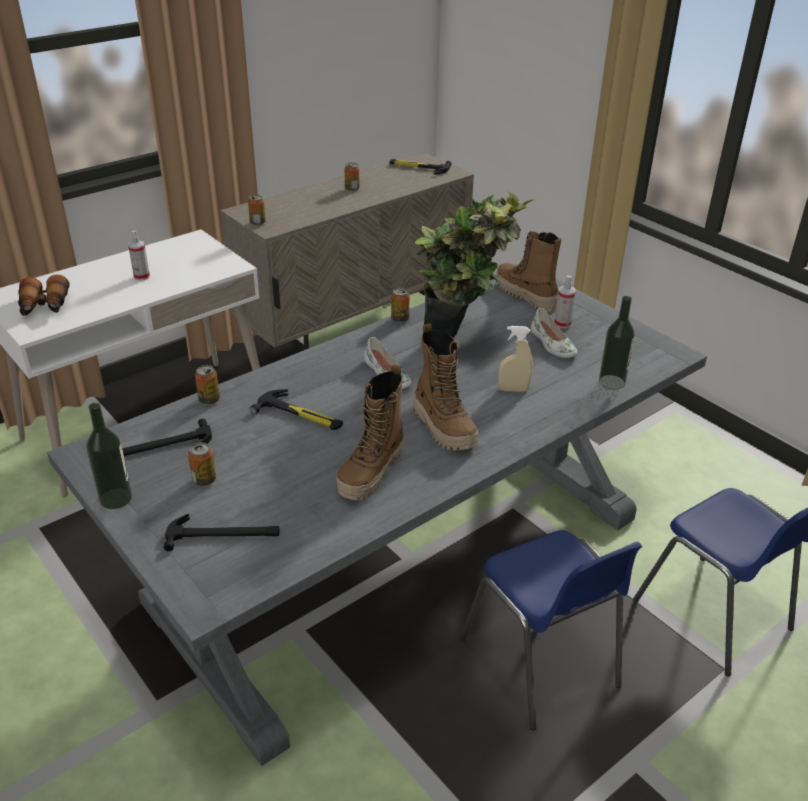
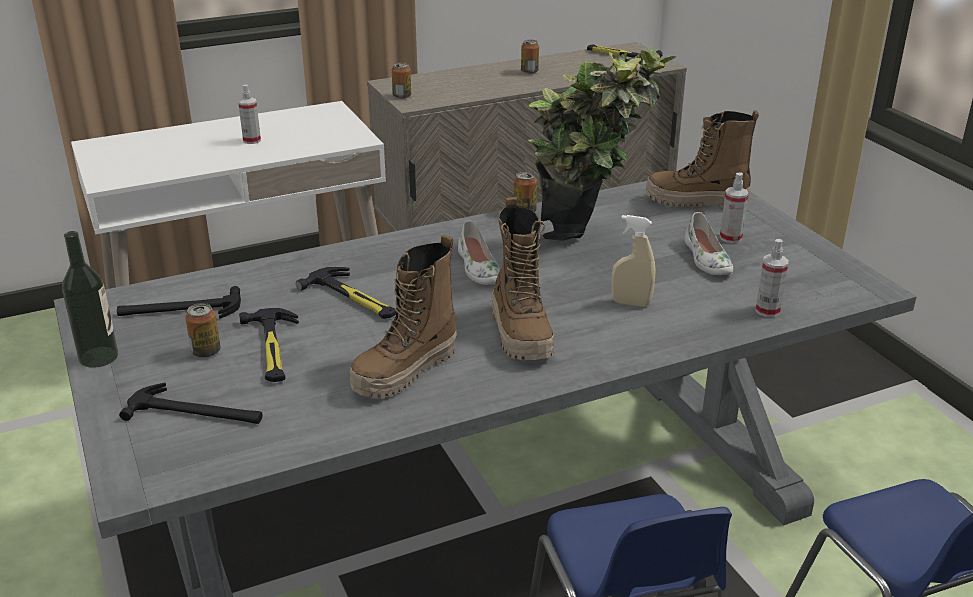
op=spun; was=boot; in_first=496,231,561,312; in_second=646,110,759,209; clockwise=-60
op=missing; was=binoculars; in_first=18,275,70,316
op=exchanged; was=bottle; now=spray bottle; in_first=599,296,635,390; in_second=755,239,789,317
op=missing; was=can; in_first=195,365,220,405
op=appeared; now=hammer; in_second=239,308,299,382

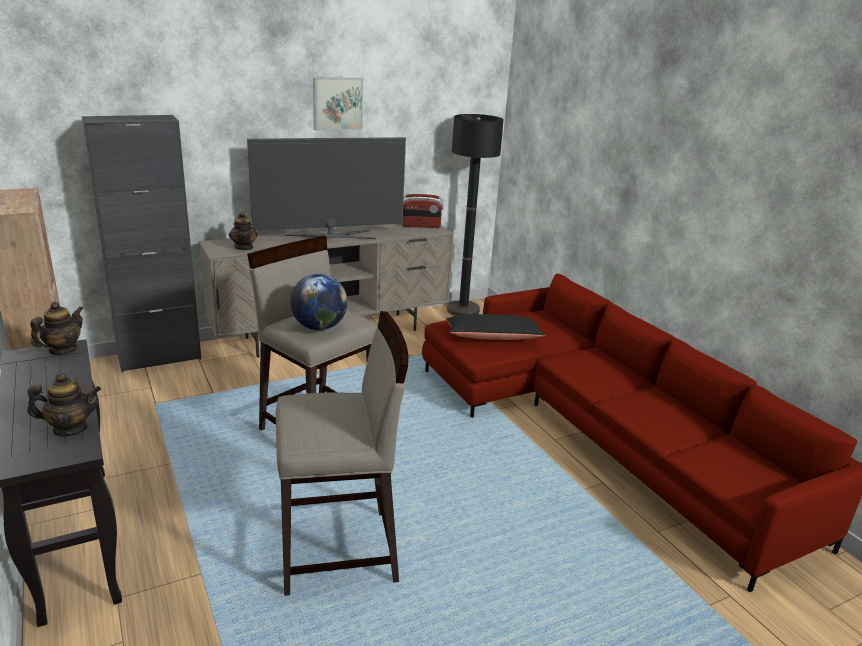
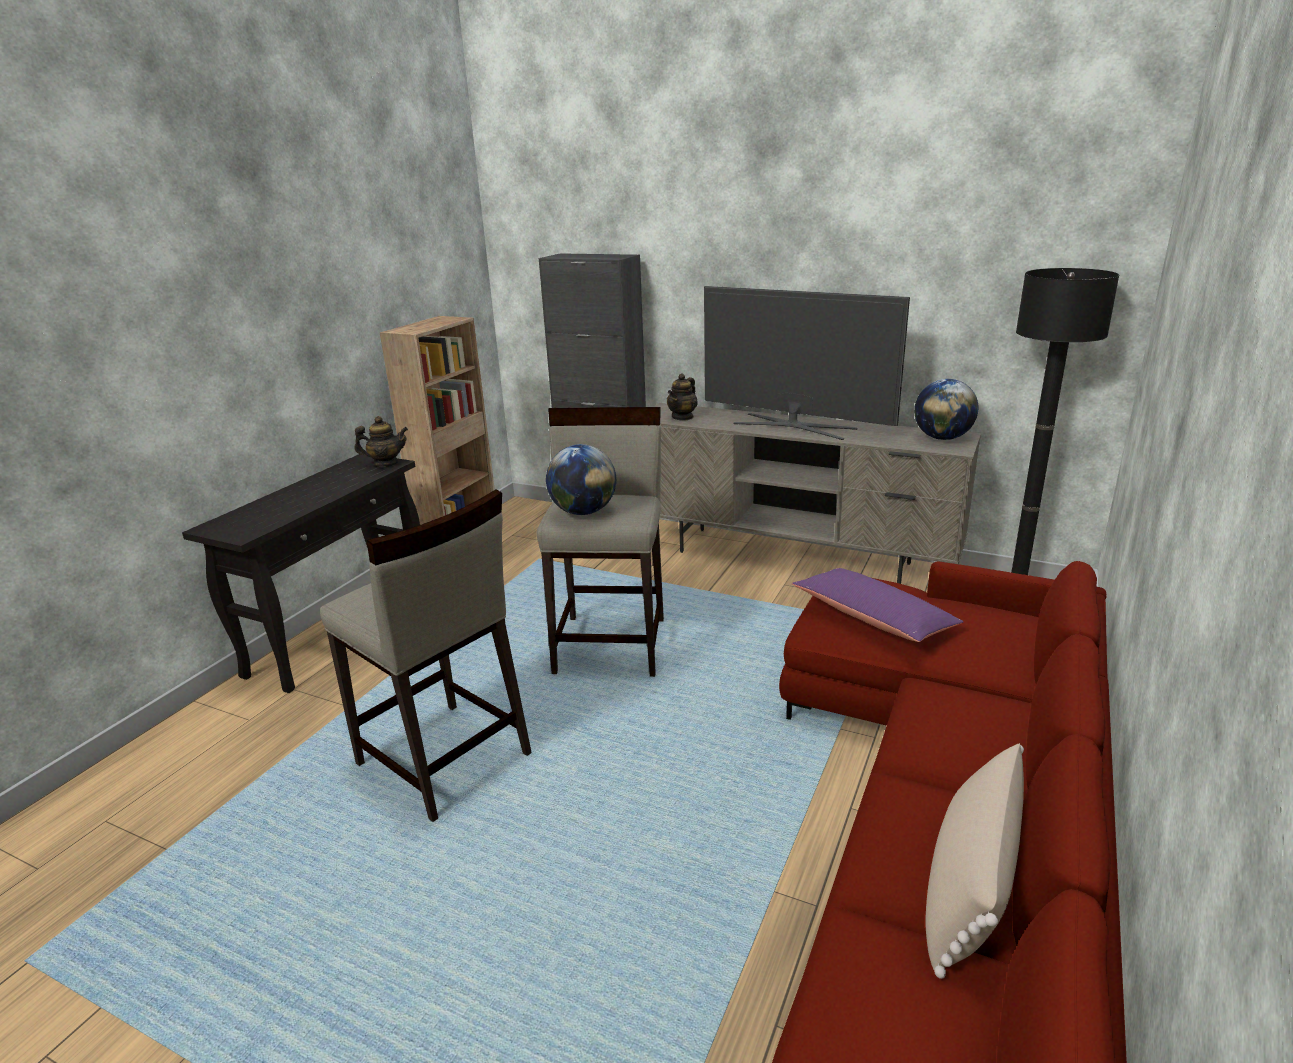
op=missing; was=picture; in_first=313,77,363,131
op=exchanged; was=radio; now=globe; in_first=402,194,443,228; in_second=914,379,978,440
op=colour; was=black pillow; now=purple pillow; in_first=446,314,546,340; in_second=792,568,963,642
op=missing; was=teapot; in_first=27,373,101,437
op=appeared; now=beige pillow; in_second=926,743,1024,979

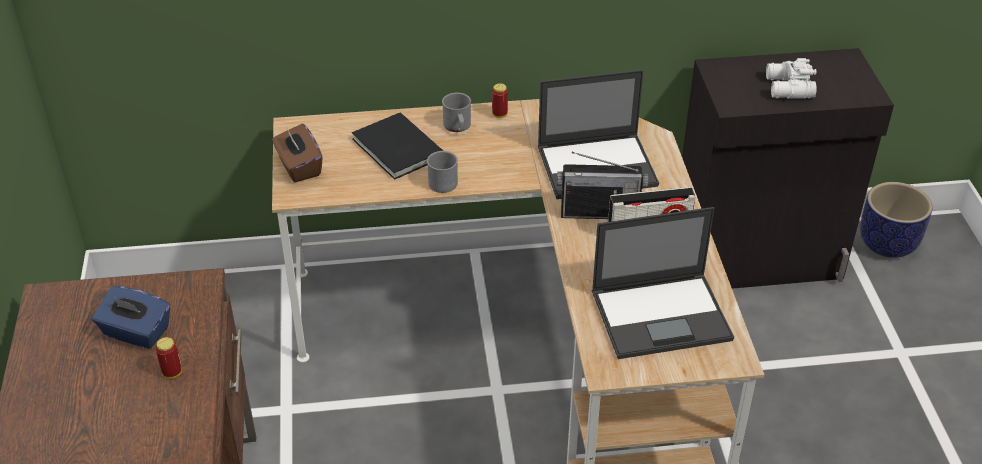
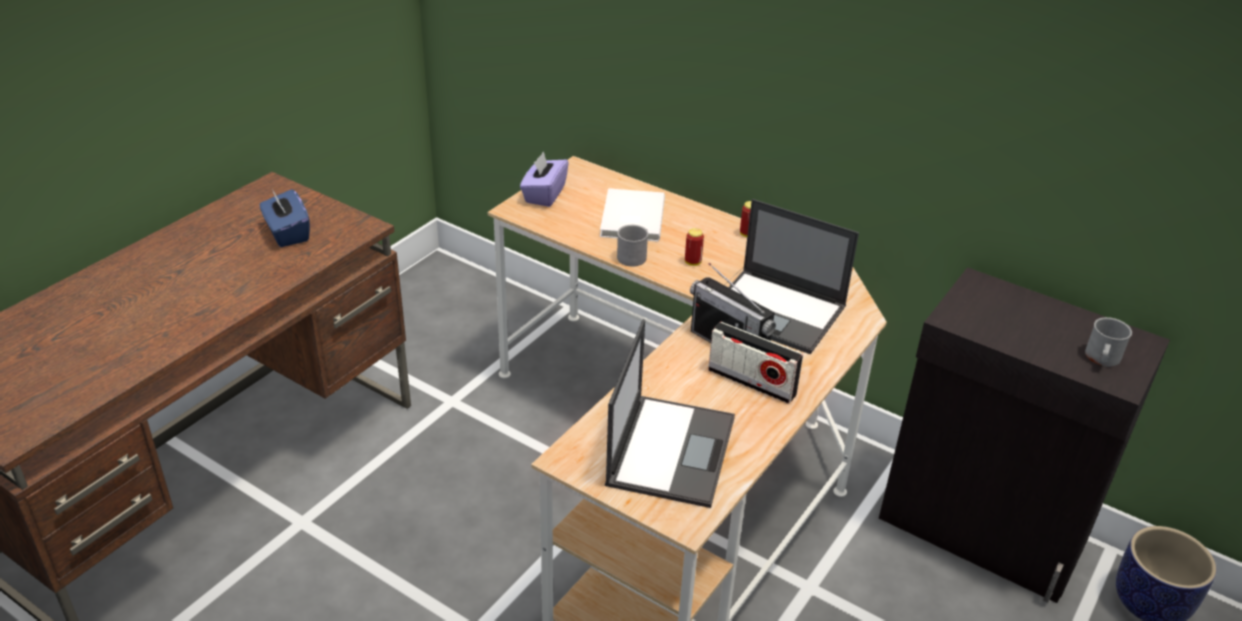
op=missing; was=white binoculars; in_first=766,58,817,98
op=relocated; was=grey mug; in_first=442,93,471,132; in_second=1085,317,1132,367
op=colour; was=black book; now=white book; in_first=352,112,443,180; in_second=600,188,665,242
op=colour; was=brown tissue box; now=purple tissue box; in_first=272,124,323,182; in_second=520,151,569,207
op=spun; was=laptop; in_first=592,207,734,359; in_second=605,319,735,508; clockwise=-105
op=relocated; was=can; in_first=156,337,182,379; in_second=685,228,704,266

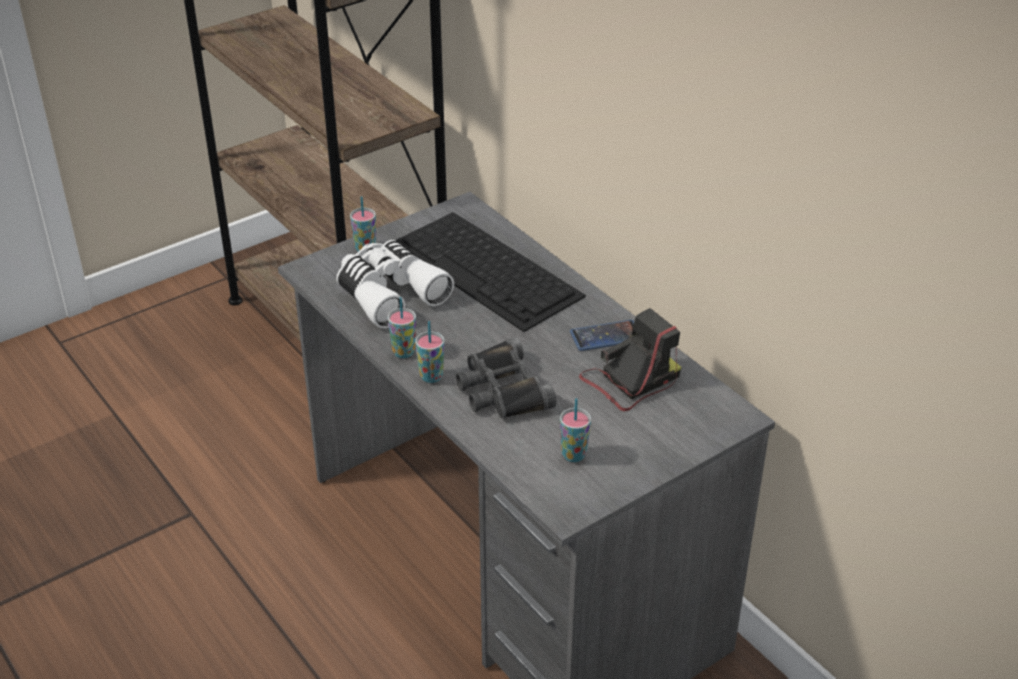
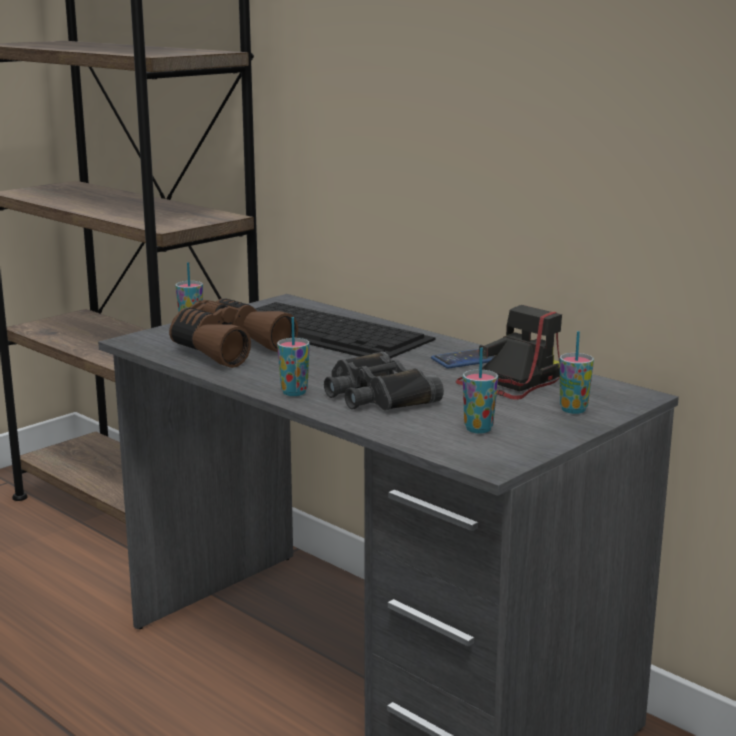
op=colour; was=white binoculars; now=brown binoculars; in_first=337,240,454,329; in_second=169,298,298,368
op=relocated; was=cup; in_first=388,297,416,358; in_second=560,331,594,414

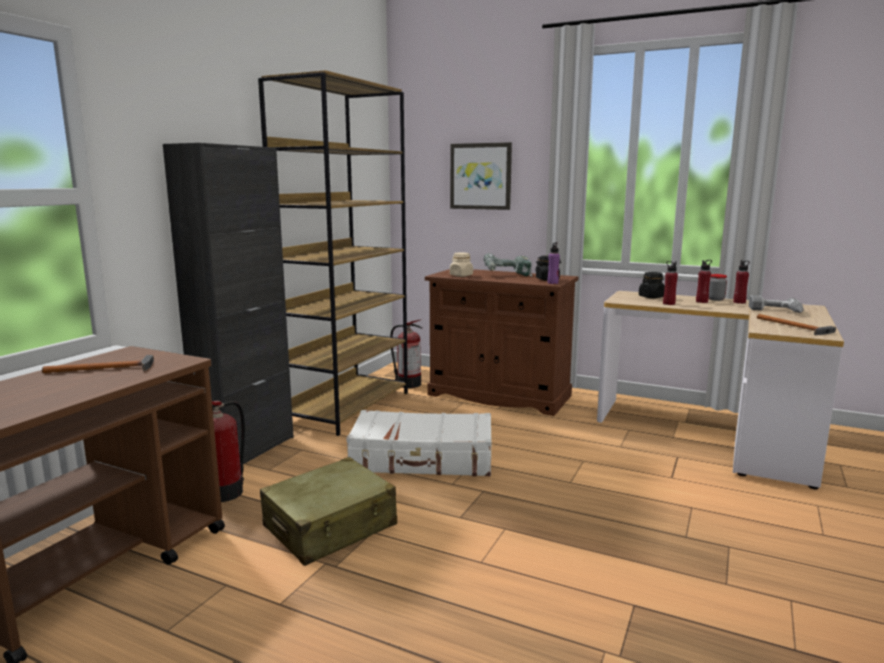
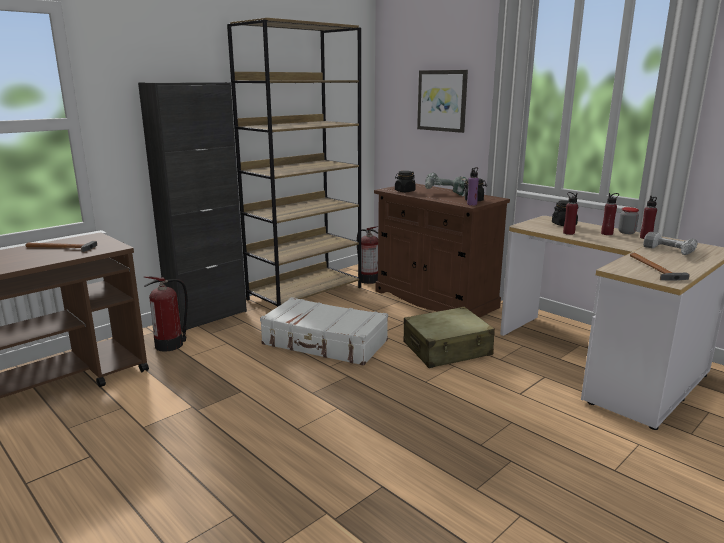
op=colour; was=beige jar; now=black jar; in_first=450,253,473,277; in_second=395,171,416,192
op=relocated; was=beige suitcase; in_first=260,457,397,566; in_second=403,307,495,368

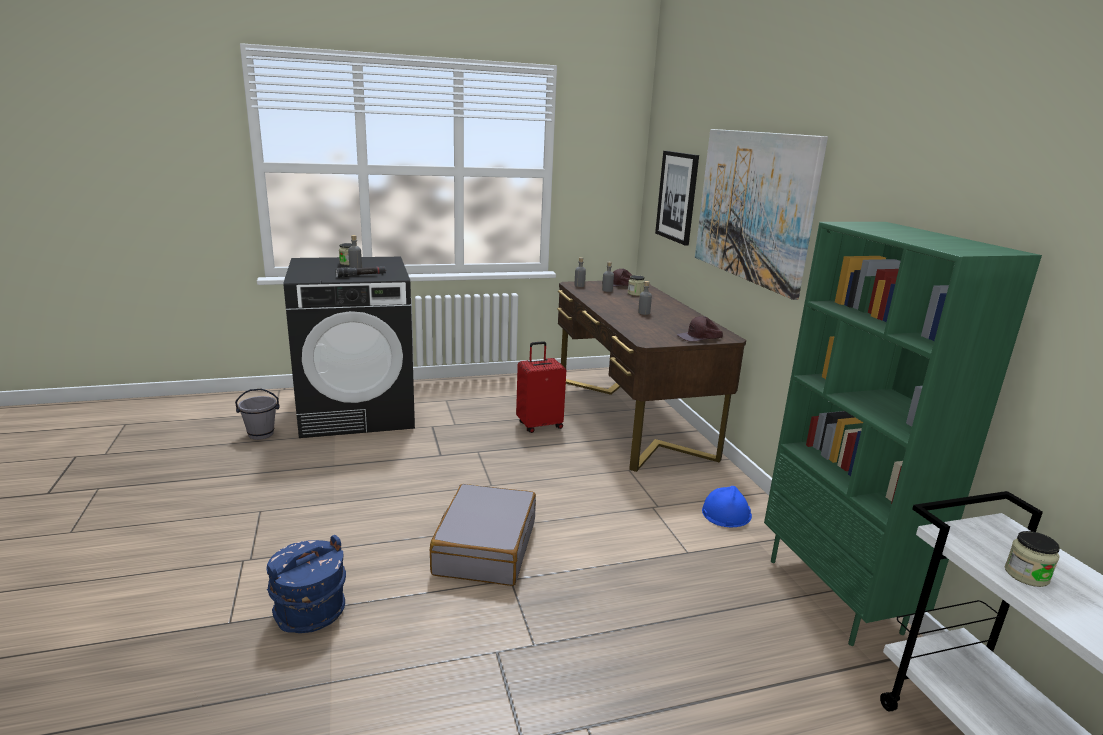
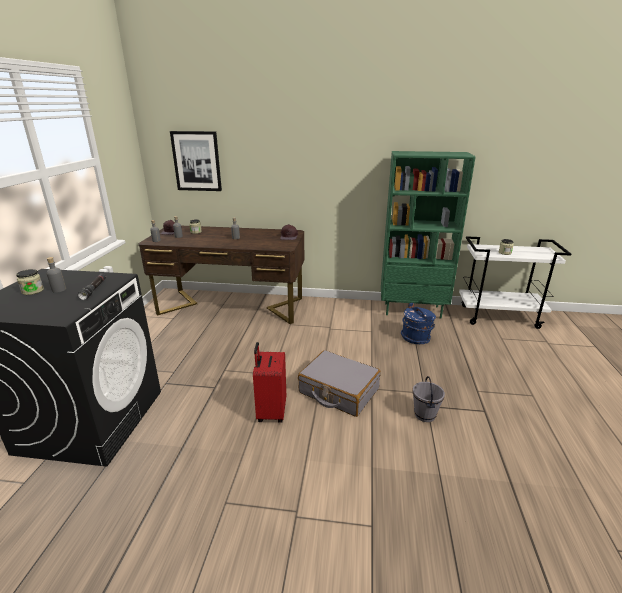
op=missing; was=picture; in_first=695,129,828,300
op=relocated; was=red suitcase; in_first=516,341,566,433; in_second=253,342,286,423
op=relocated; was=grey bucket; in_first=235,389,280,440; in_second=413,376,445,422
op=missing; was=blue hard hat; in_first=702,486,752,527
op=relocated; was=blue bucket; in_first=267,535,346,633; in_second=401,303,436,344

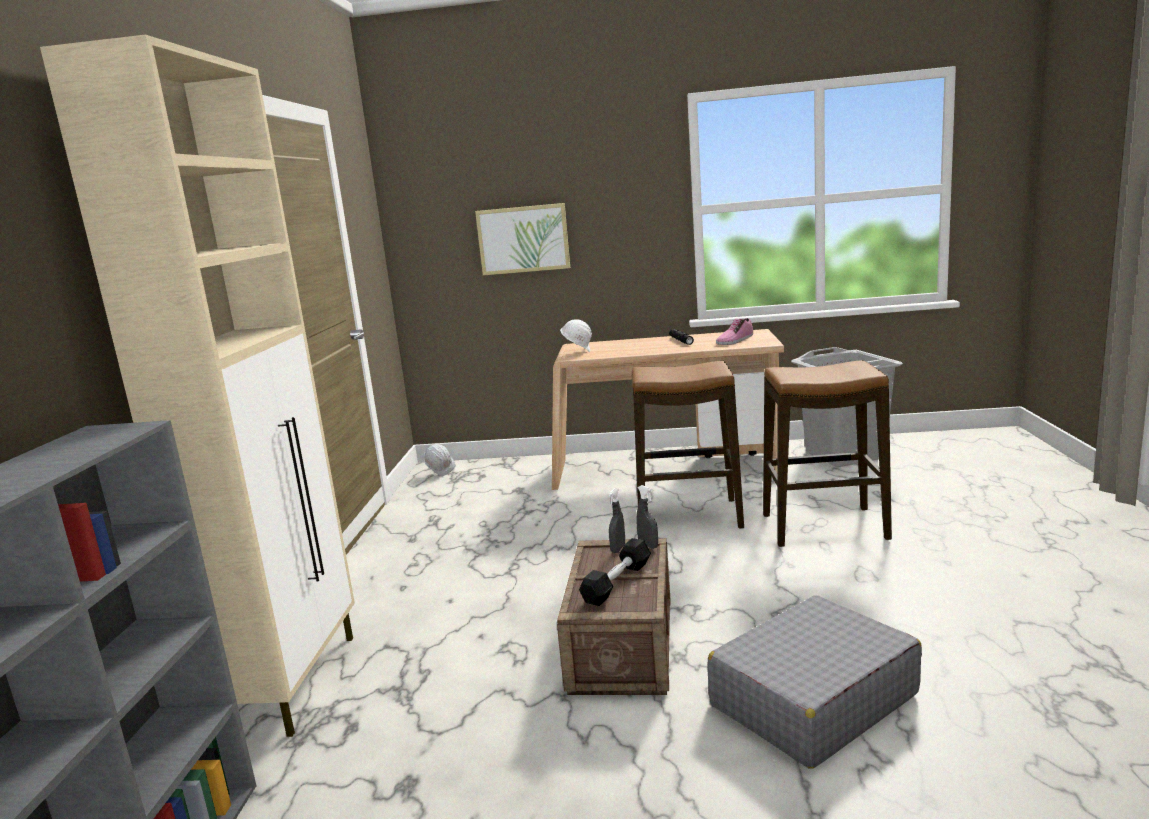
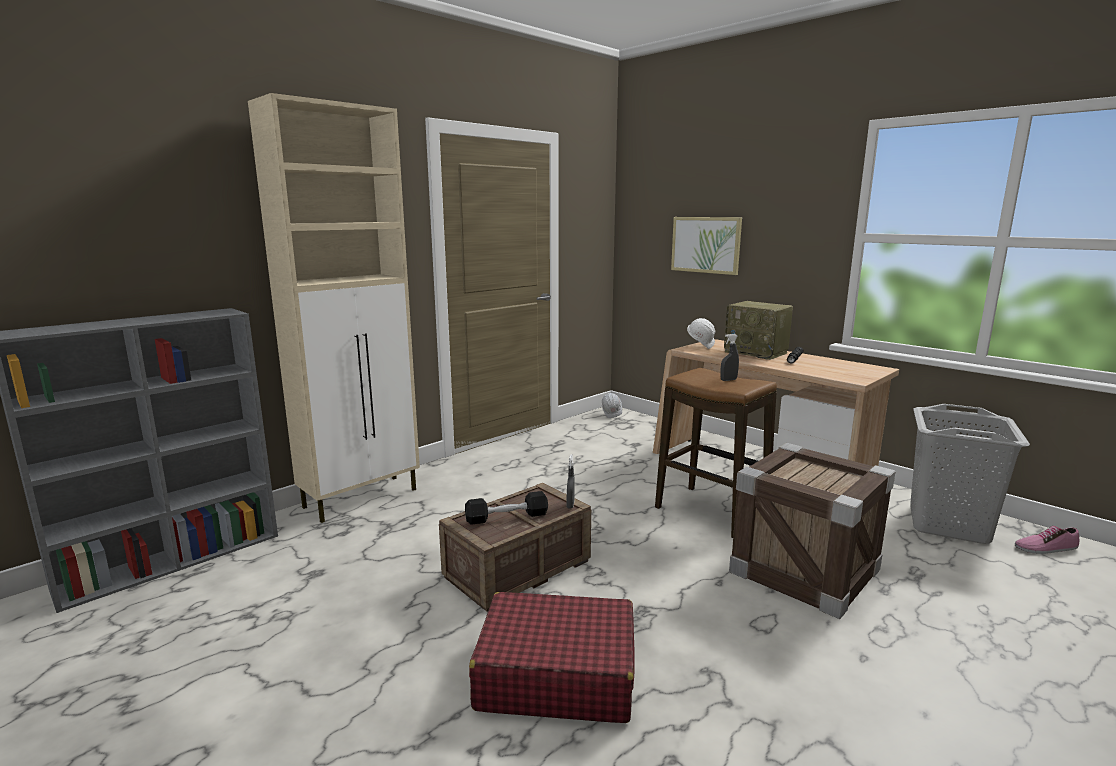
op=relocated; was=shoe; in_first=716,318,753,345; in_second=1015,526,1079,554
op=exchanged; was=stool; now=crate; in_first=763,360,892,547; in_second=729,443,896,619
op=relocated; was=grey spray bottle; in_first=608,488,625,553; in_second=721,334,739,381
op=colour; was=grey suitcase; now=red suitcase; in_first=707,595,922,769; in_second=469,592,635,723
op=appeared; now=radio; in_second=724,301,793,360

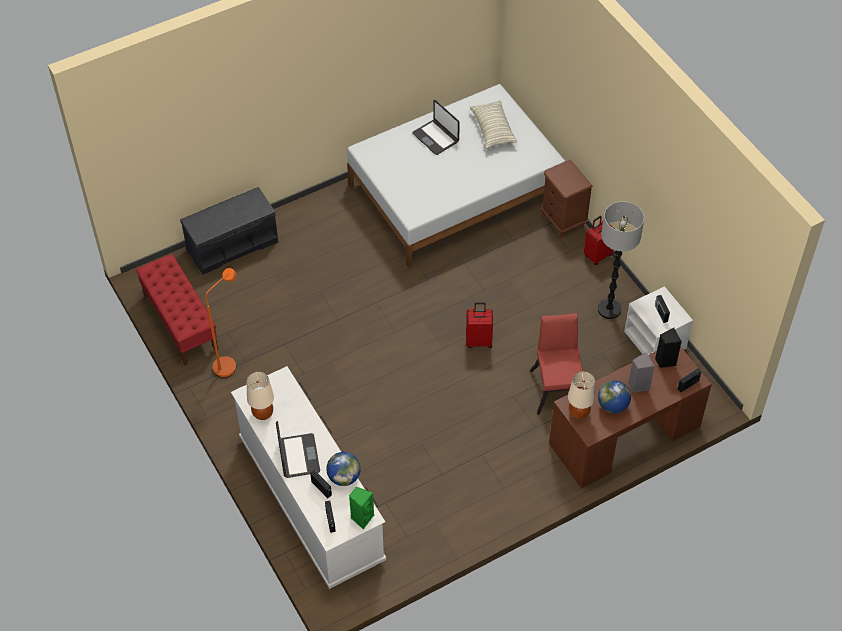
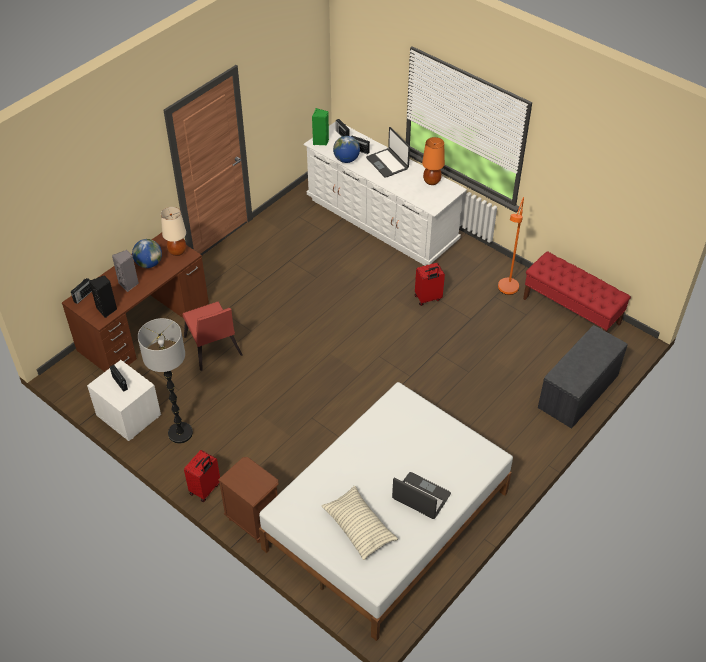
op=relocated; was=red suitcase; in_first=466,303,493,348; in_second=415,263,445,306
op=colour; was=beige table lamp; now=orange table lamp; in_first=247,372,274,420; in_second=422,137,445,185

